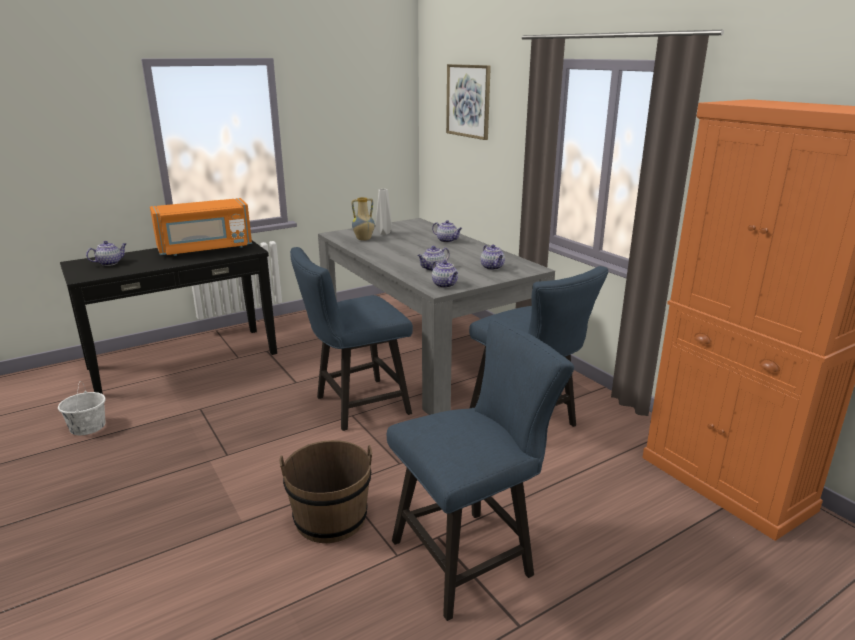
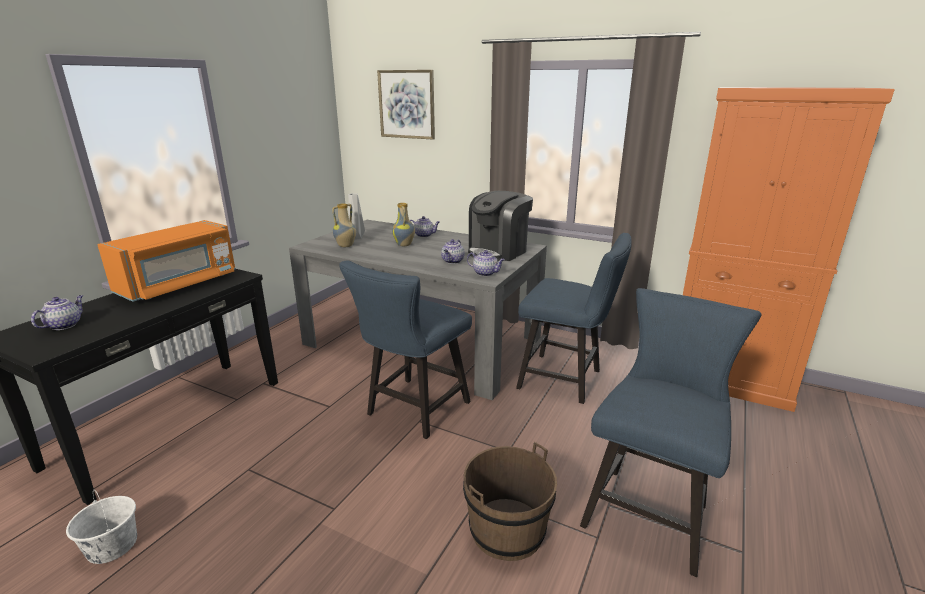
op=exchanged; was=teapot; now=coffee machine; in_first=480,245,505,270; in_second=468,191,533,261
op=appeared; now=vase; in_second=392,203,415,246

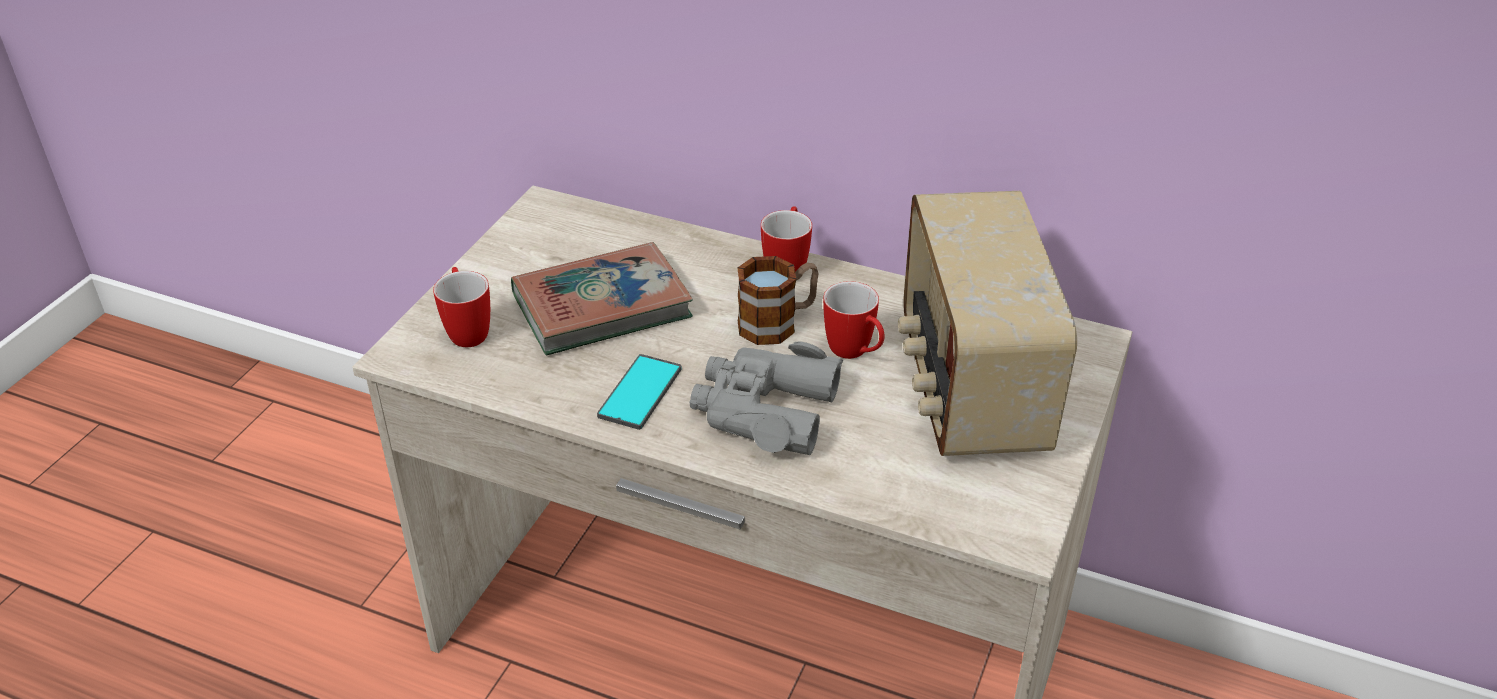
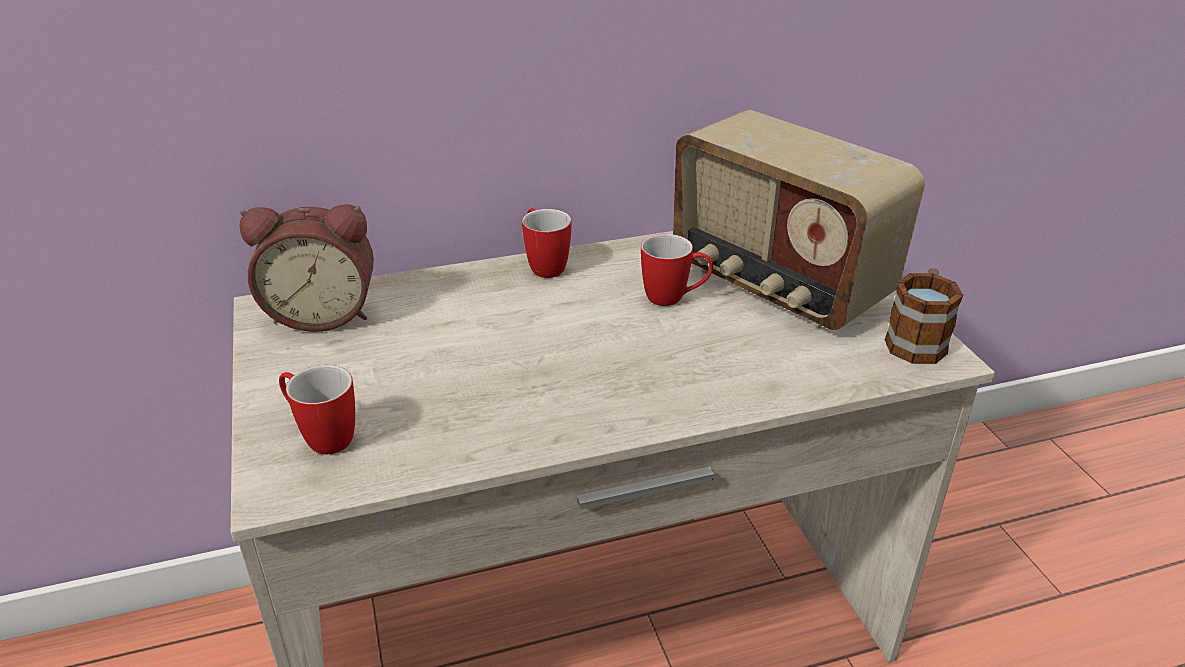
op=missing; was=book; in_first=511,242,693,355
op=relocated; was=mug; in_first=737,256,819,345; in_second=885,268,963,364
op=missing; was=grey binoculars; in_first=690,341,843,455
op=missing; was=phone; in_first=597,354,682,430
op=appeared; now=alarm clock; in_second=239,204,374,332

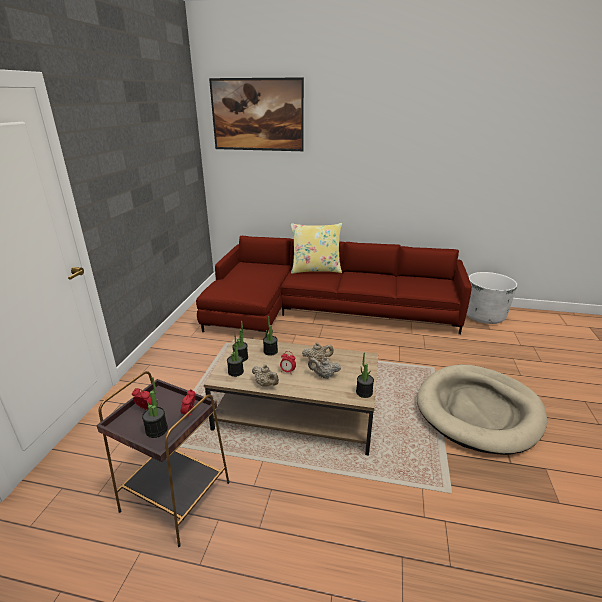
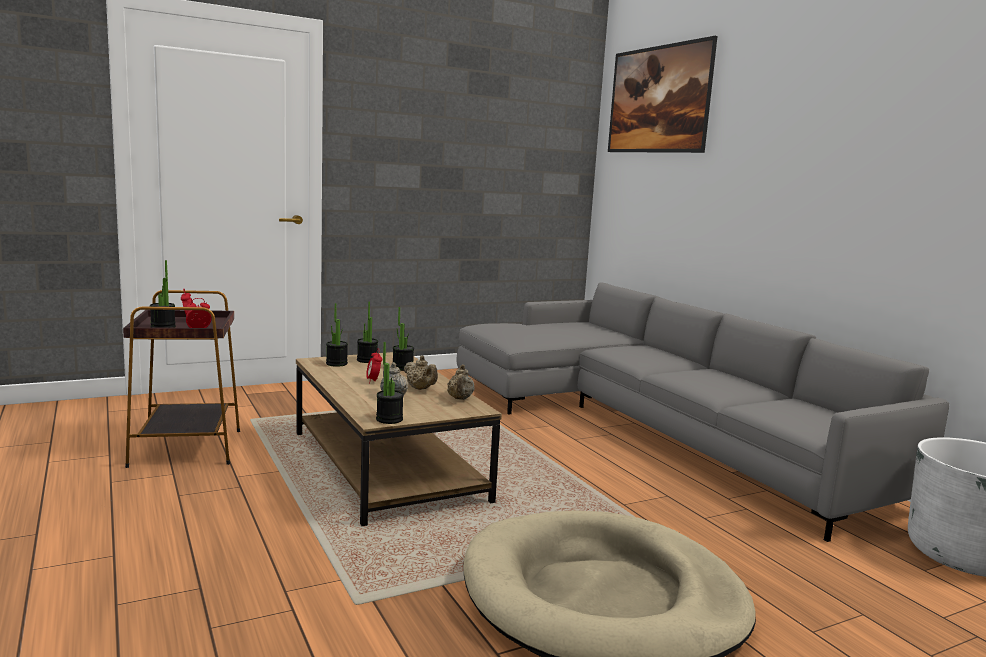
op=missing; was=yellow pillow; in_first=291,223,342,274
op=colour; was=red sofa; now=grey sofa; in_first=196,236,472,336; in_second=457,282,949,542
op=relocated; was=beige teapot; in_first=252,364,279,387; in_second=447,365,475,400

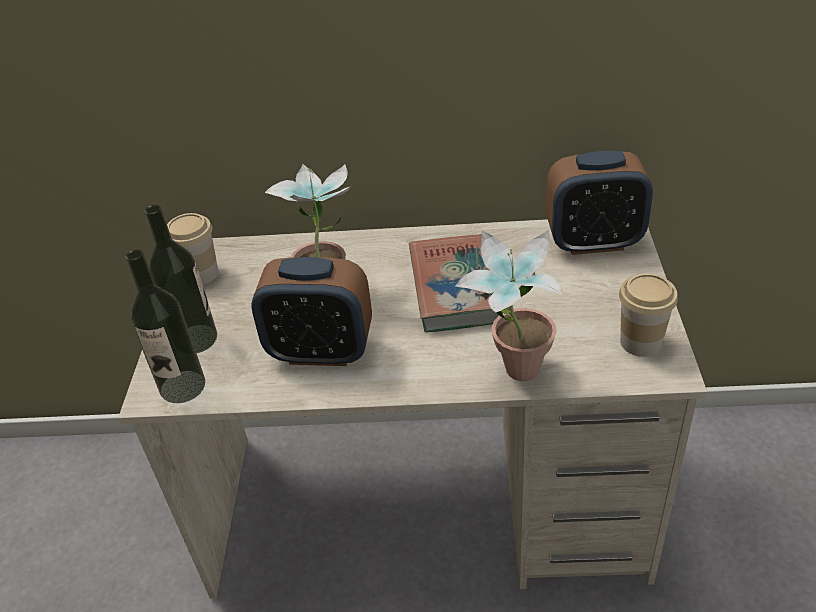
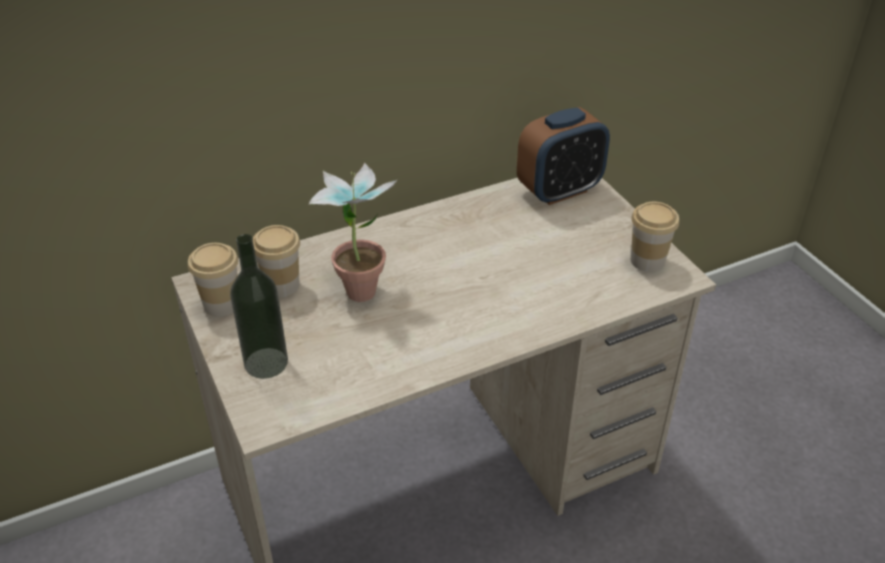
op=missing; was=potted plant; in_first=456,229,562,381
op=missing; was=book; in_first=409,234,510,332
op=missing; was=bottle; in_first=125,249,205,403
op=missing; was=alarm clock; in_first=251,257,372,366
op=appeared; now=cup; in_second=253,225,300,297

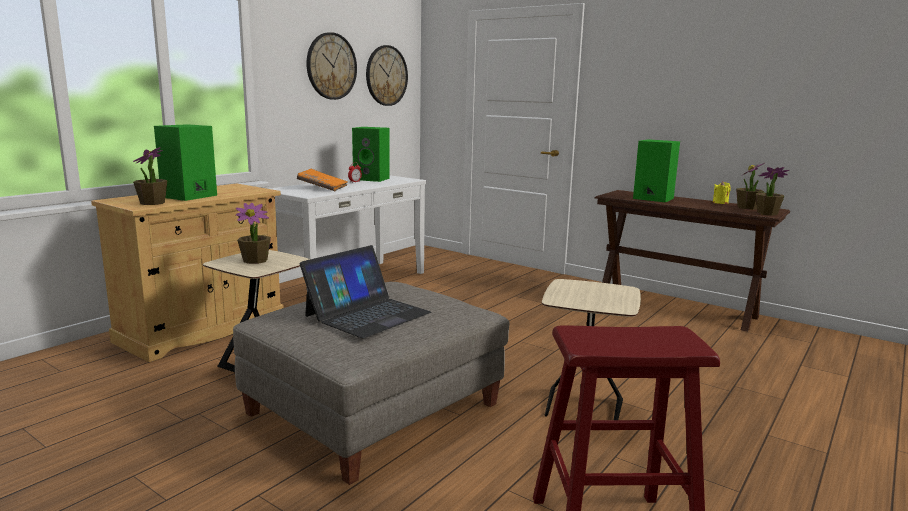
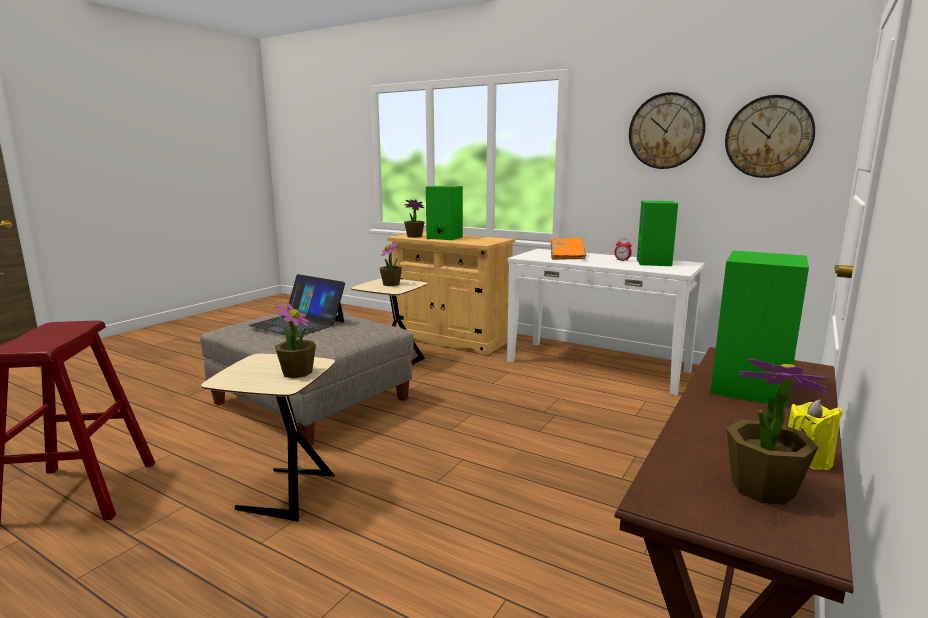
op=relocated; was=potted plant; in_first=756,167,790,216; in_second=275,302,316,378

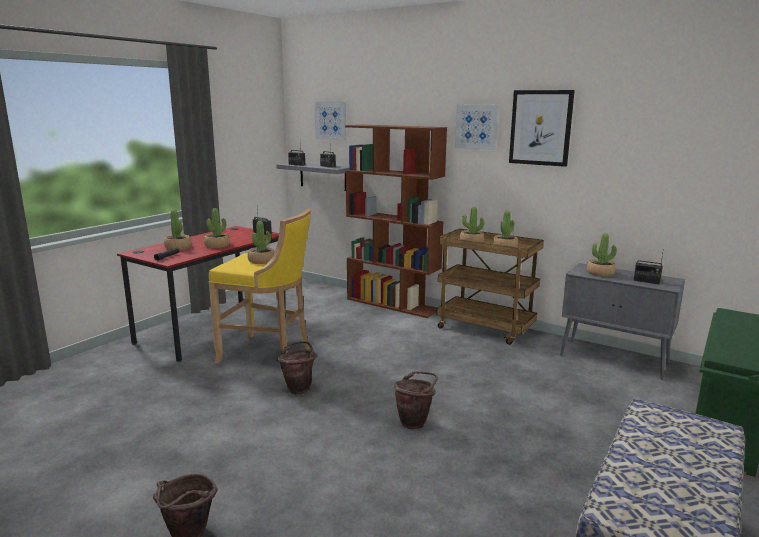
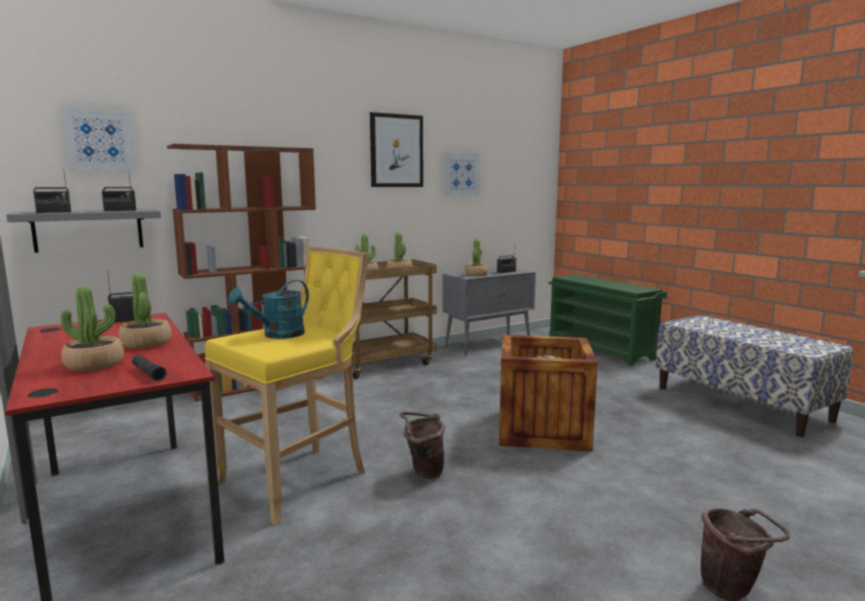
op=relocated; was=picture; in_first=455,105,499,150; in_second=444,153,480,196
op=exchanged; was=potted plant; now=turquoise watering can; in_first=248,221,275,264; in_second=228,280,309,339
op=exchanged; was=brown bucket; now=crate; in_first=394,371,438,429; in_second=499,335,598,452

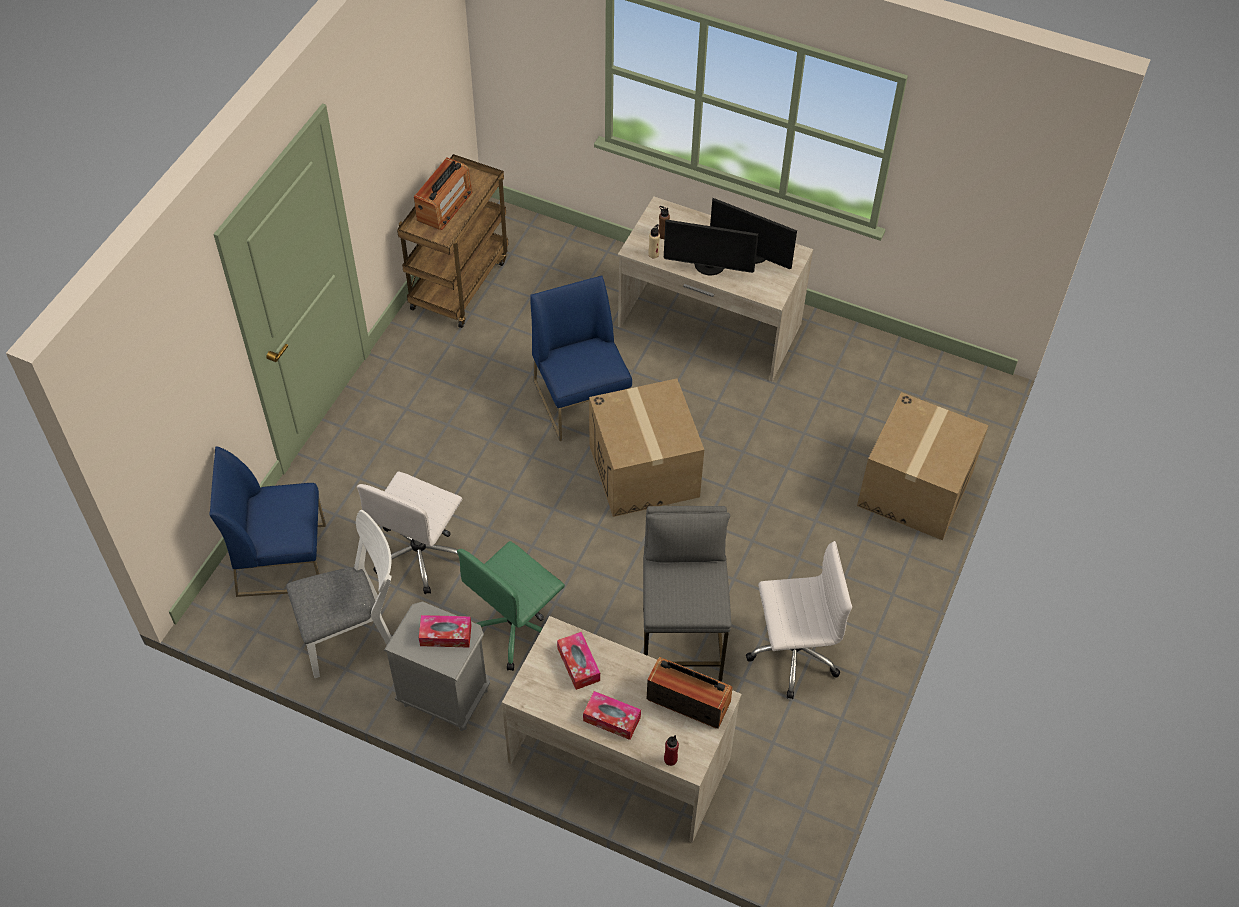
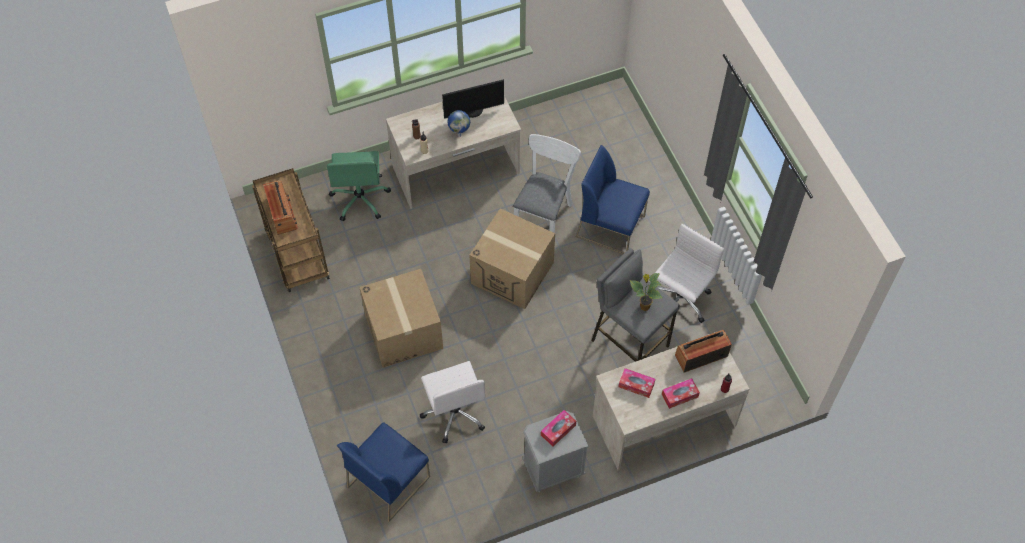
op=exchanged; was=monitor; now=globe; in_first=664,219,759,275; in_second=447,110,470,137
op=relocated; was=blue chair; in_first=530,275,632,441; in_second=576,145,650,254
op=relocated; was=cardboard box; in_first=857,392,989,540; in_second=359,269,443,368
op=relocated; was=white chair; in_first=286,510,392,678; in_second=513,134,581,233
op=relocated; was=green office chair; in_first=457,541,565,671; in_second=327,151,391,221
op=appeared; now=potted plant; in_second=630,273,663,311

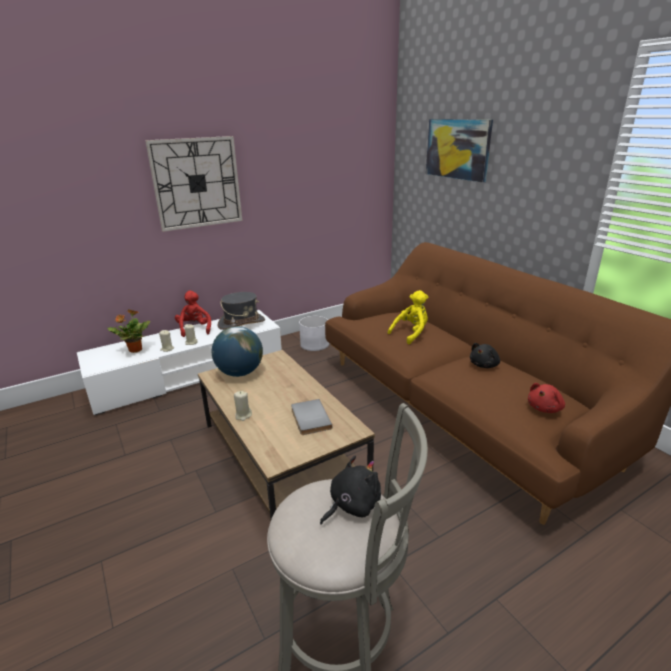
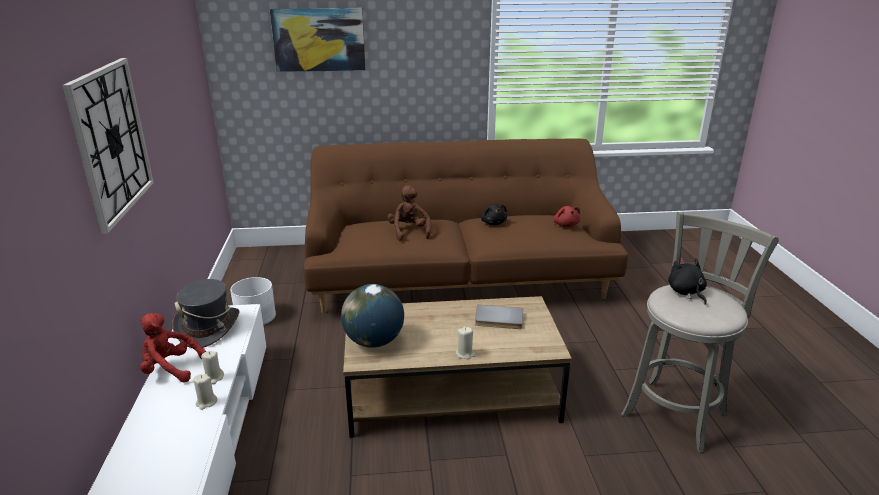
op=colour; was=yellow plush toy; now=brown plush toy; in_first=388,290,428,344; in_second=387,185,431,240
op=missing; was=potted plant; in_first=107,309,150,353

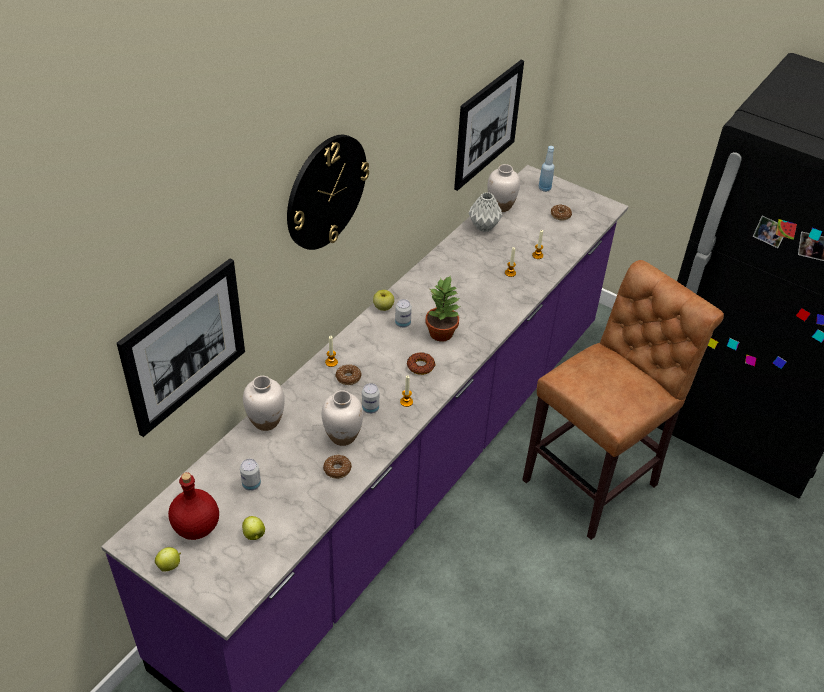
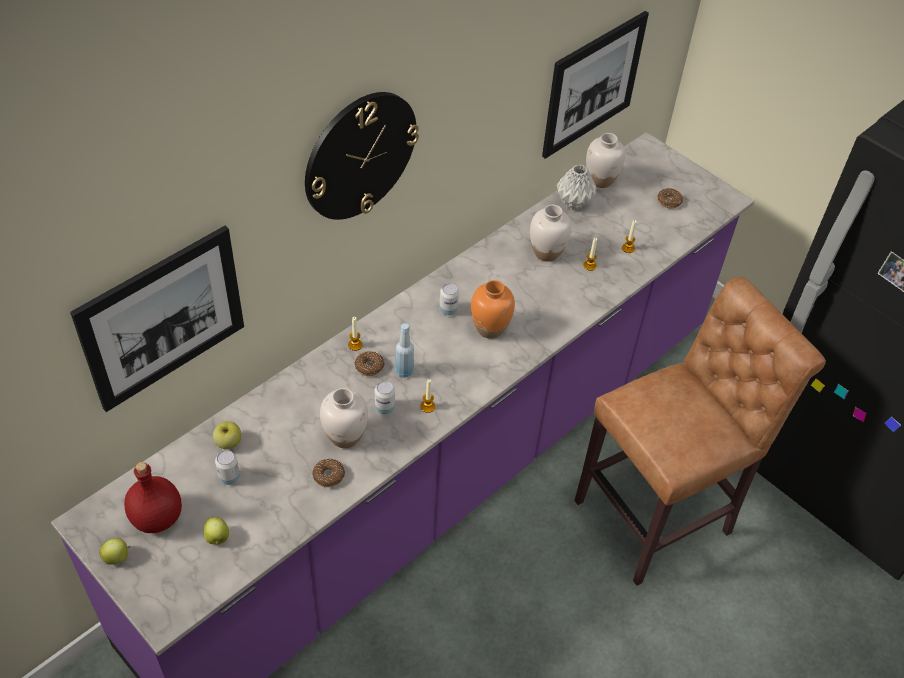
op=relocated; was=blue bottle; in_first=539,146,555,192; in_second=395,323,414,378
op=exchanged; was=potted plant; now=orange vase; in_first=425,275,461,342; in_second=471,280,515,339
op=relocated; was=apple; in_first=373,290,394,311; in_second=213,421,241,450
op=missing; was=donut; in_first=407,352,436,375
op=relocated; was=white vase; in_first=243,376,285,431; in_second=530,205,571,262

